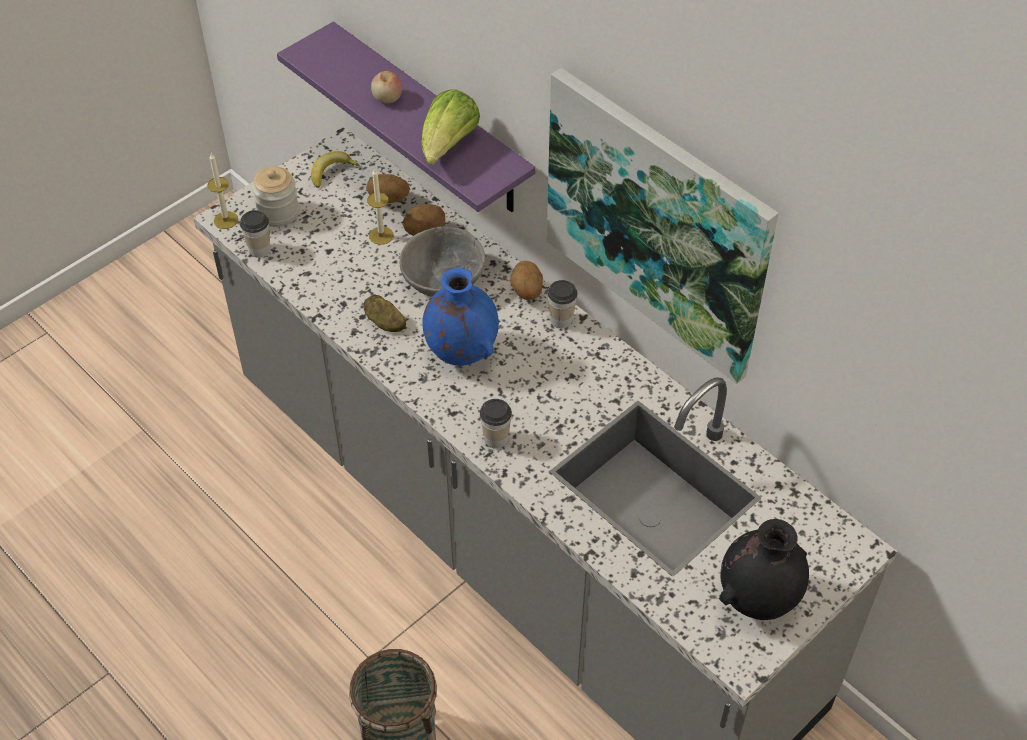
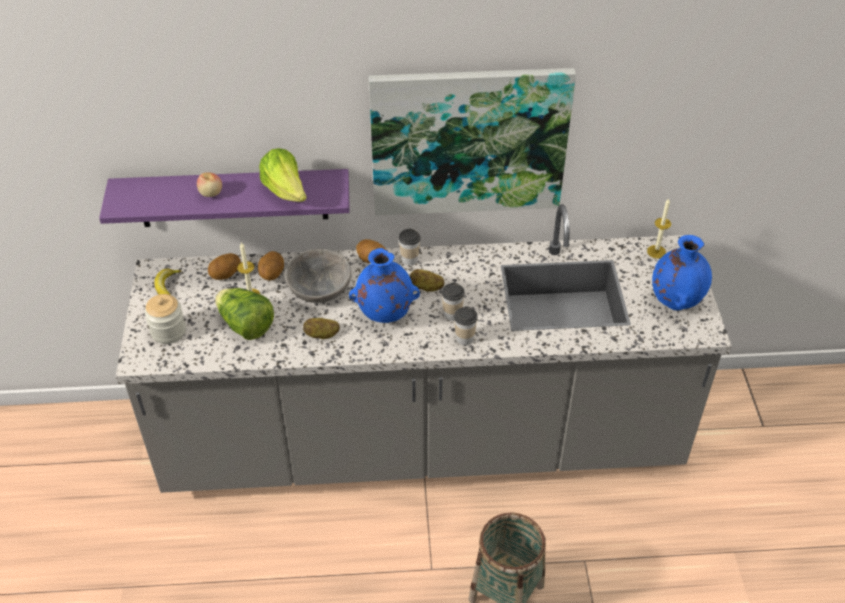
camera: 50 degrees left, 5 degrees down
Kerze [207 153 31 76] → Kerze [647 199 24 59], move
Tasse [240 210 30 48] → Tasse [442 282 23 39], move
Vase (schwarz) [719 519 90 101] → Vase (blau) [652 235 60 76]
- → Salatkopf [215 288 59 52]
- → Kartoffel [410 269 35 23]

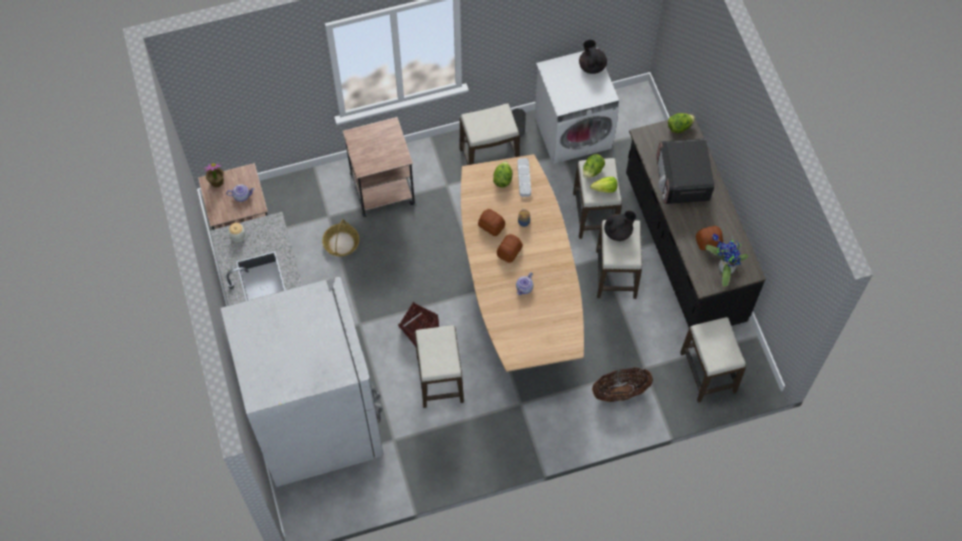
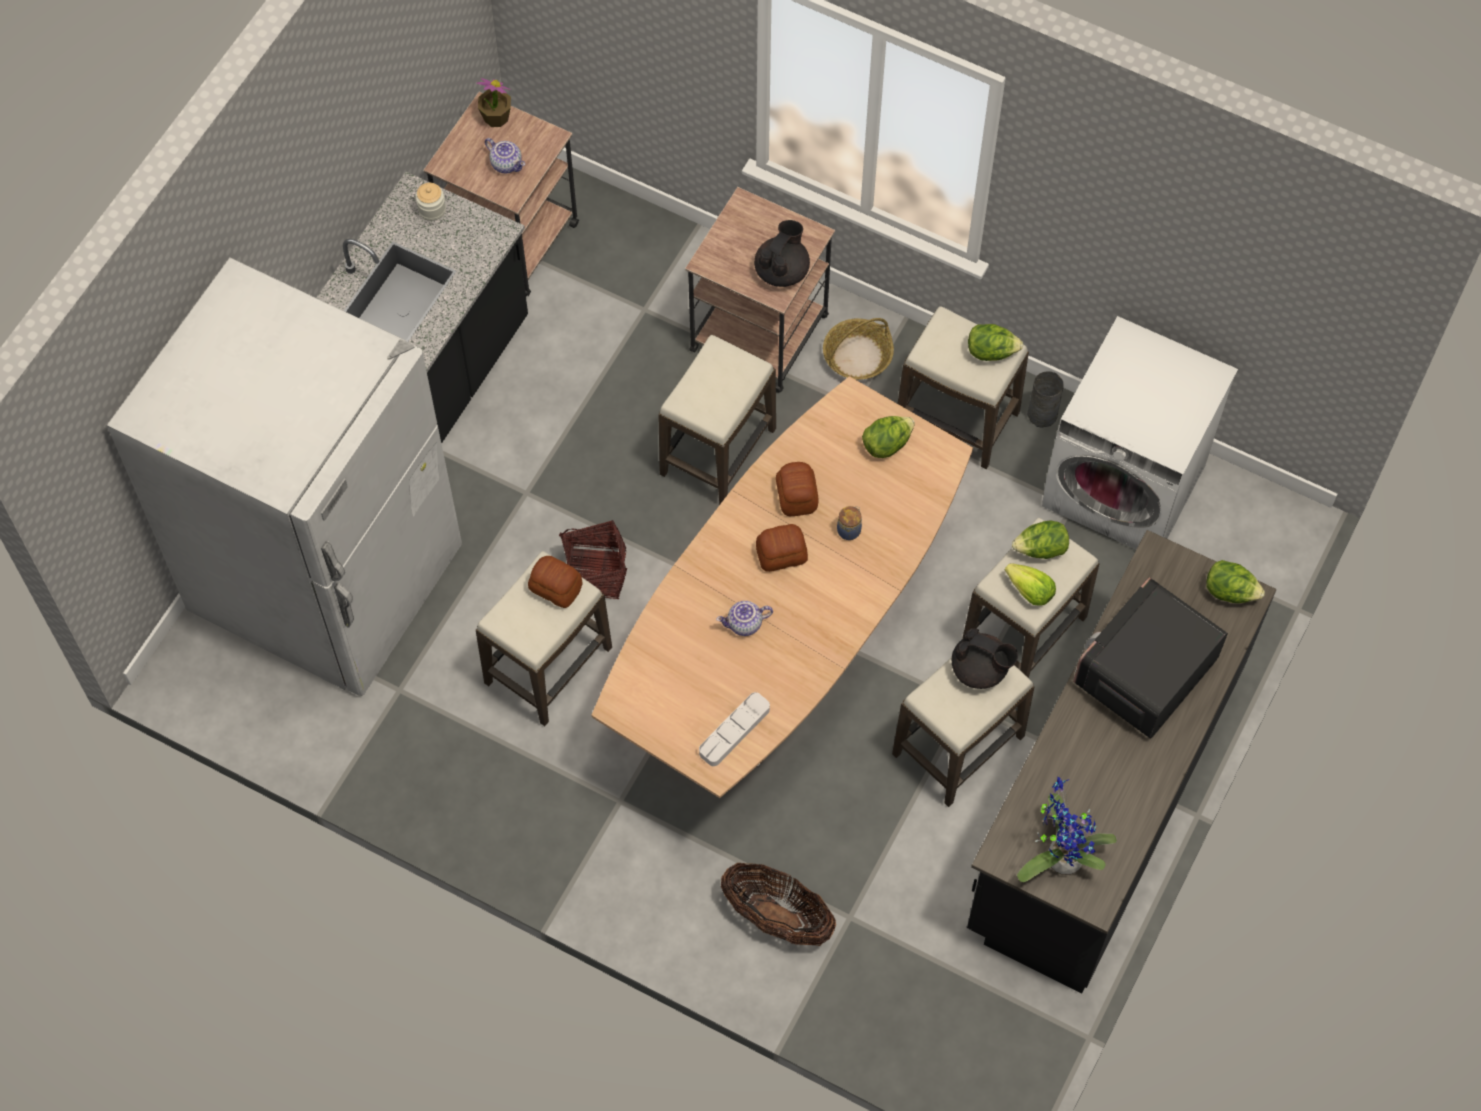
camera: 45 degrees right, 0 degrees up
Korb [322 219 37 37] → Korb [823 318 71 62], move
Tablett (grau) [517 158 14 39] → Tablett (grau) [699 692 71 74], move
Teekanne (schwarz) [579 40 28 34] → Teekanne (schwarz) [754 220 56 67], move
Hocker [680 317 66 86] → Hocker [658 335 118 170], move
Brot [696 226 27 24] → Brot [528 556 54 52], move
- → Salatkopf [968 324 56 37]

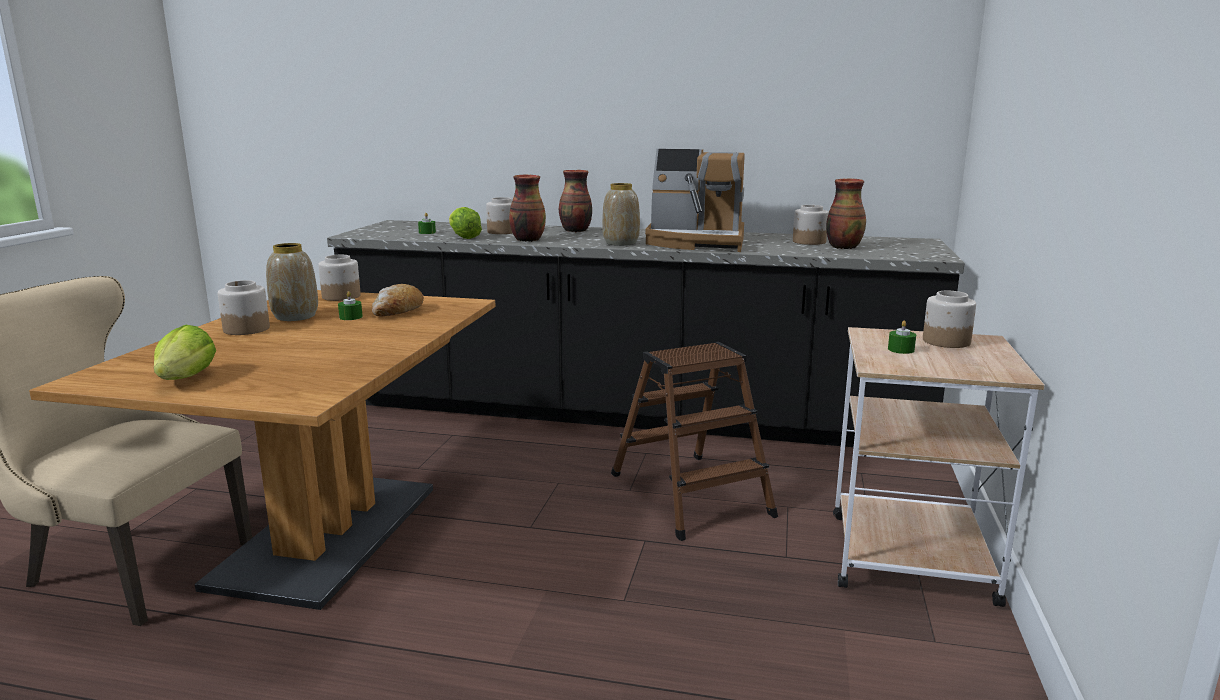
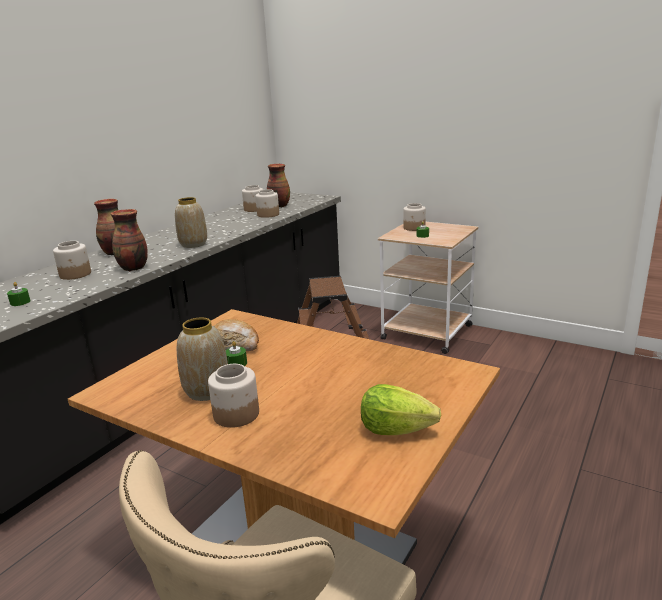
camera: 70 degrees left, 5 degrees up
Vorratsglas [318 255 43 46] → Vorratsglas [255 189 24 29], move
Salatkopf [449 207 33 32] → -
Kaffeemaschine [645 149 100 103] → -

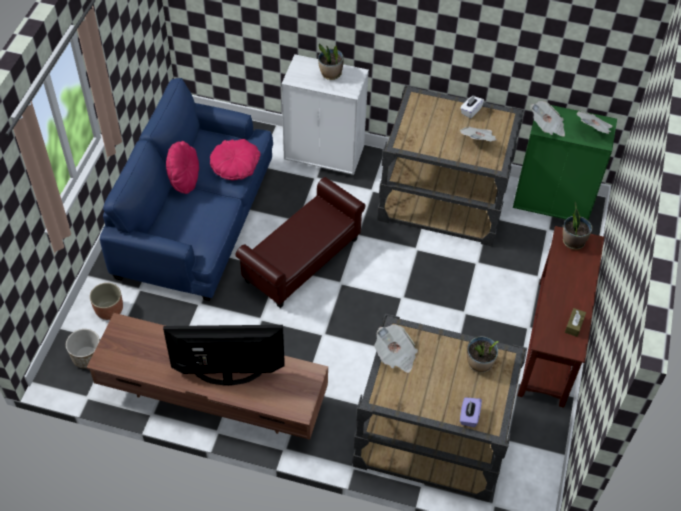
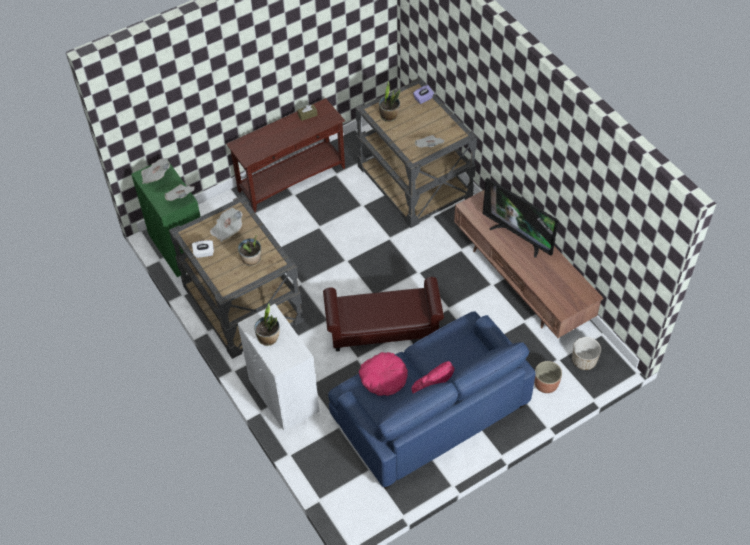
camera: 135 degrees left, 0 degrees up
Topfpflanze [563 202 29 48] → Topfpflanze [238 235 24 31], move

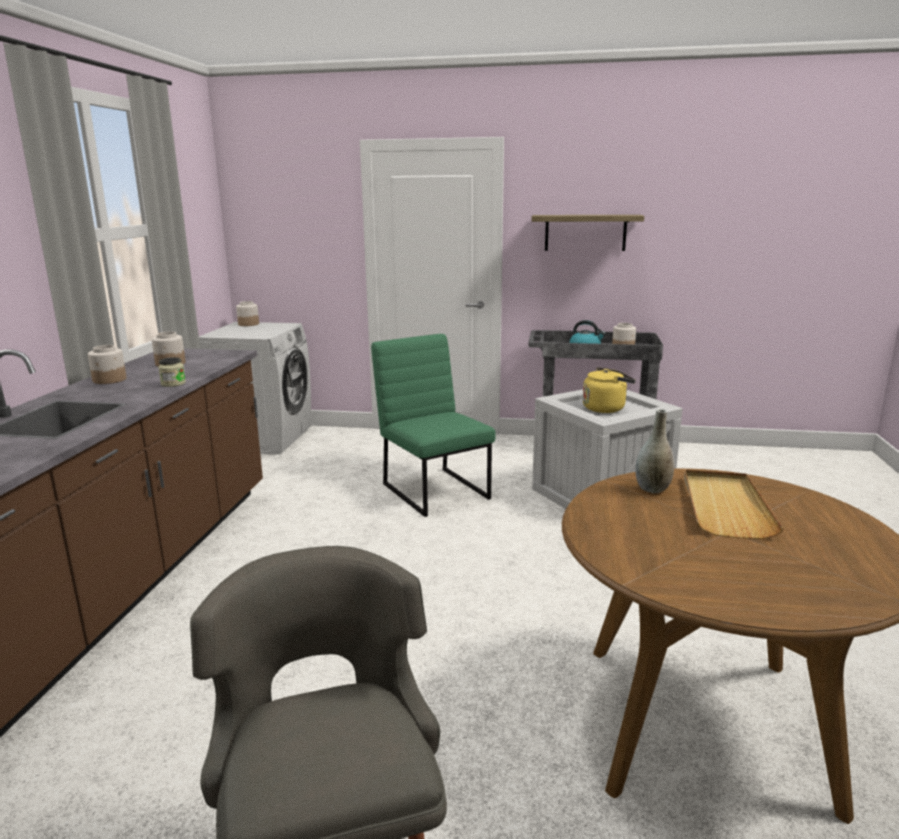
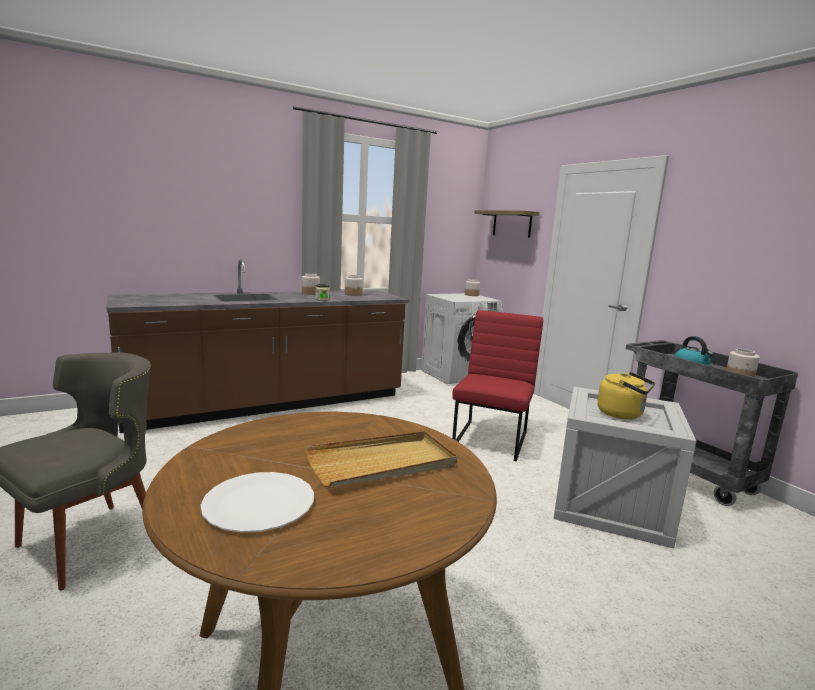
camera: 50 degrees right, 5 degrees down
Stuhl (grün) [371 334 125 183] → Stuhl (rot) [452 310 91 152]
Wandregal [531 215 113 36] → Wandregal [474 210 66 28], move
Vase (grau) [635 409 39 84] → -
- → Teller (weiß) [201 472 113 61]

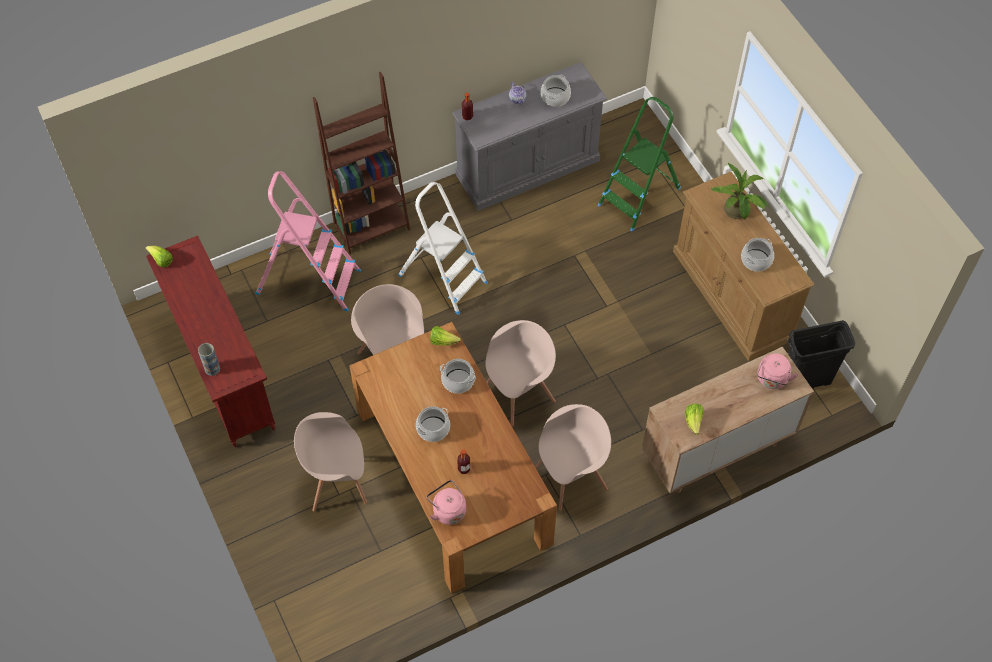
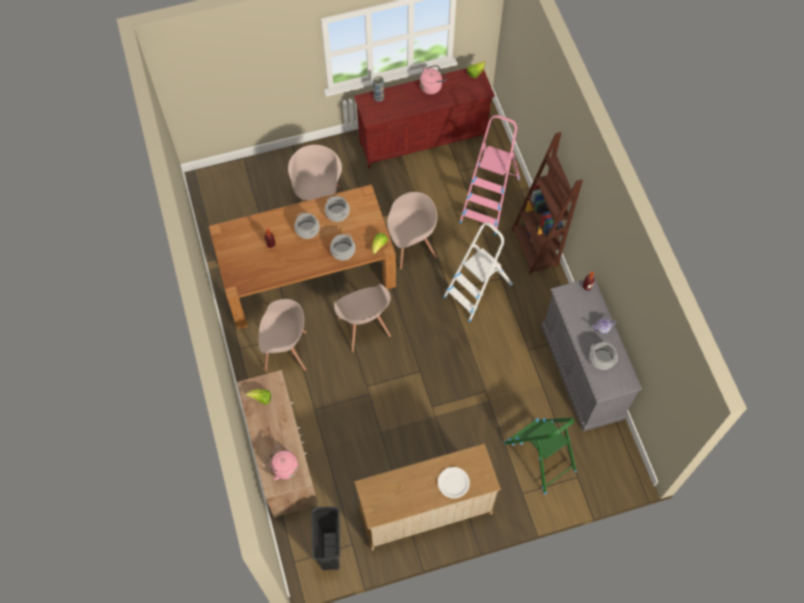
camera: 100 degrees right, 5 degrees up
Wasserkessel (rosa) [427 480 39 45] → Wasserkessel (rosa) [420 65 26 29], move
Stuhl (beige) [535 404 76 107] → Stuhl (beige) [258 299 49 72], 75 degrees counterclockwise
Topfpflanze [711 163 58 56] → Teller (weiß) [438 467 32 31]
Kochtopf [741 238 33 34] → Kochtopf [325 196 25 26], move

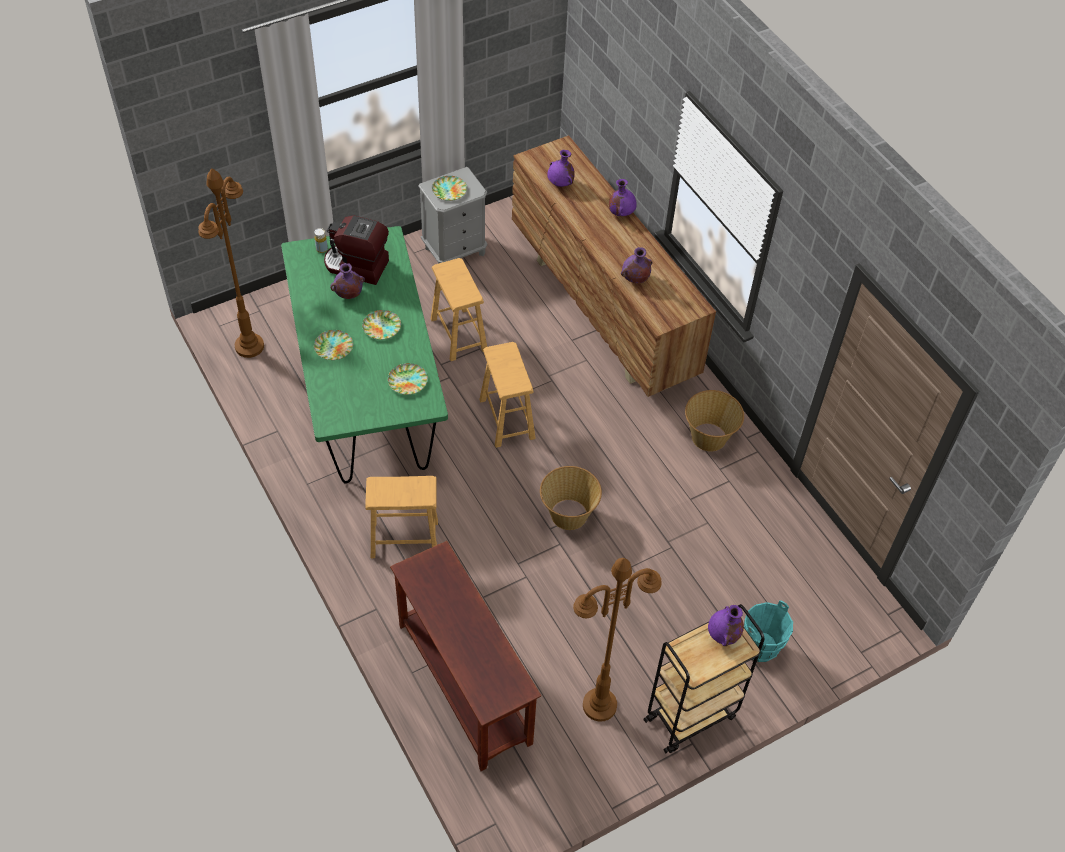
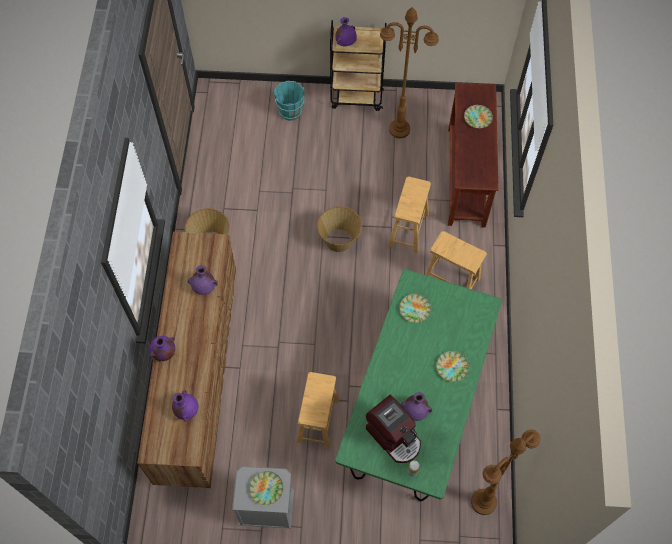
camera: 145 degrees left, 10 degrees up
Teller [362 310 39 30] → Teller [464 105 29 23], move
Hocker (braun) [479 342 57 106] → Hocker (braun) [388 176 43 77], move

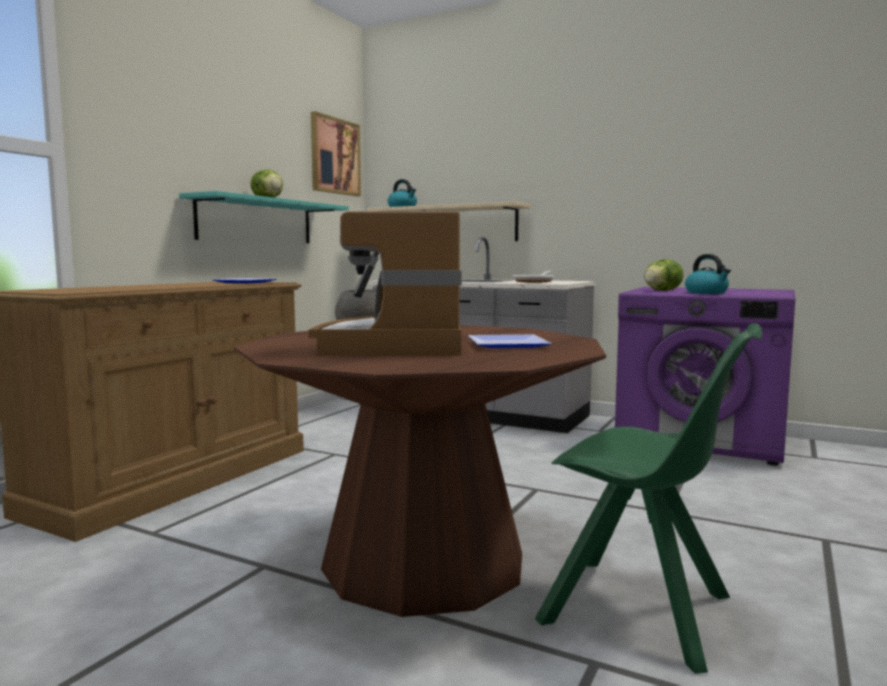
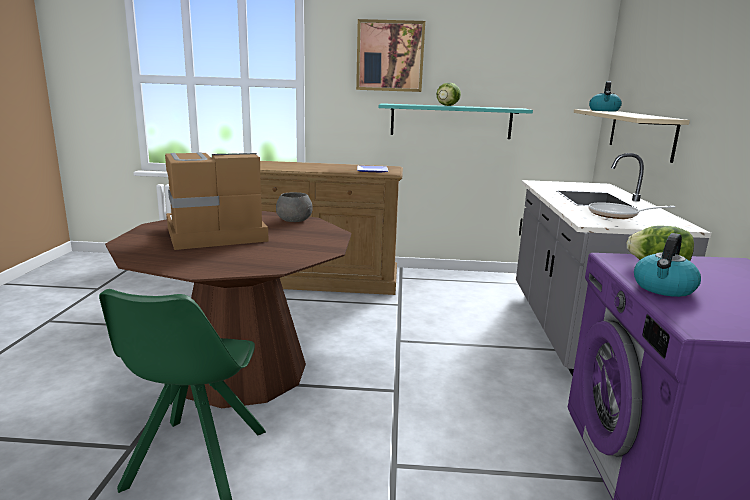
camera: 65 degrees right, 10 degrees up
Bild [311 111 50 85] → Bild [356 19 69 73], move
Teller [469 334 83 14] → -

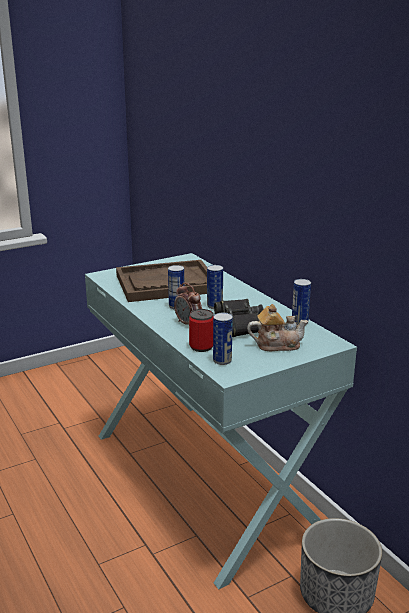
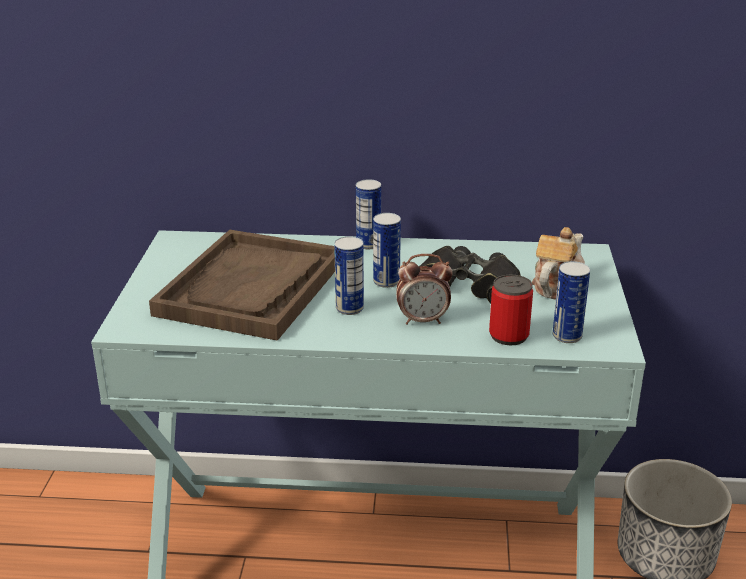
camera: 55 degrees left, 5 degrees up
Dose [292 279 19 46] → Dose [356 179 25 70], move

